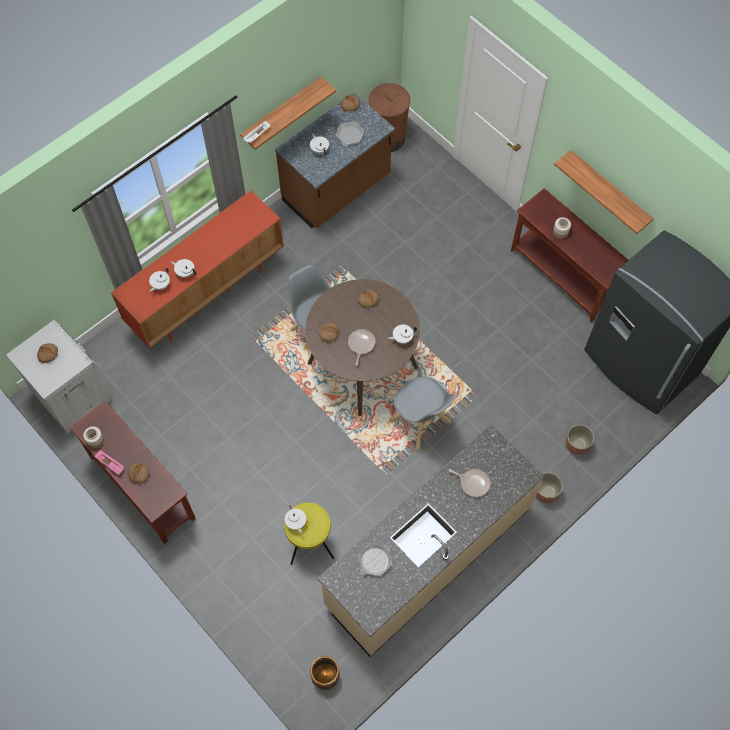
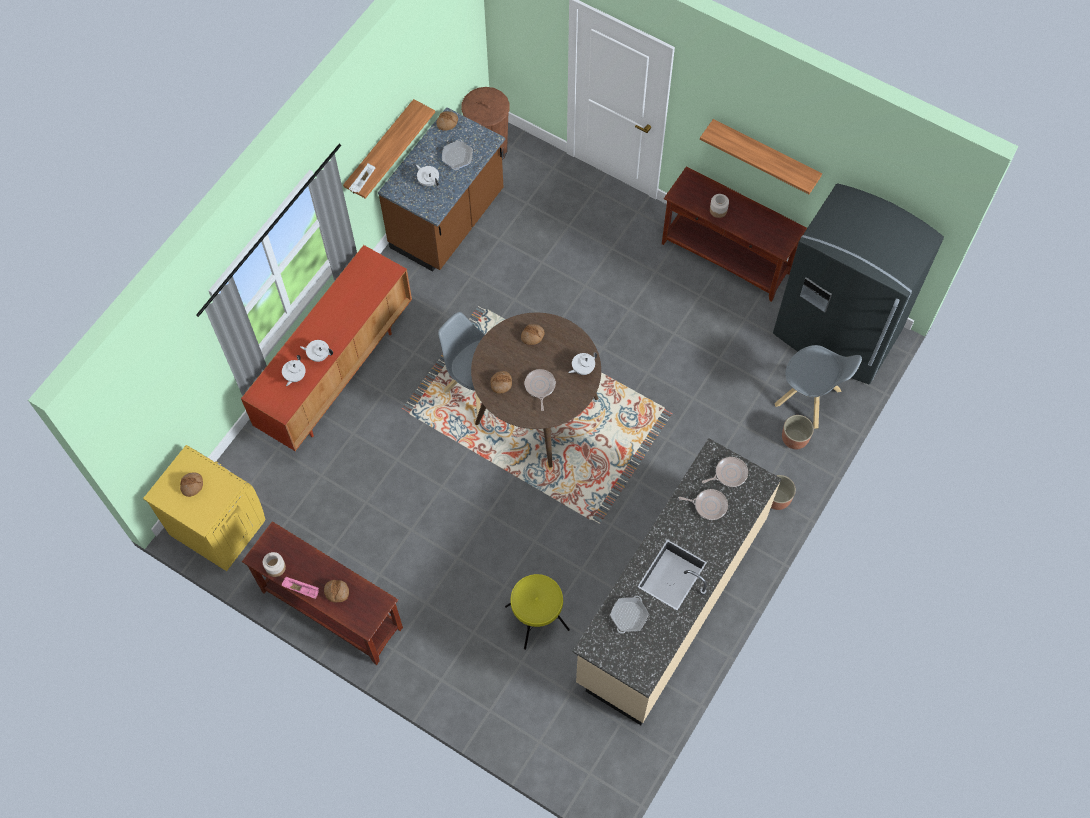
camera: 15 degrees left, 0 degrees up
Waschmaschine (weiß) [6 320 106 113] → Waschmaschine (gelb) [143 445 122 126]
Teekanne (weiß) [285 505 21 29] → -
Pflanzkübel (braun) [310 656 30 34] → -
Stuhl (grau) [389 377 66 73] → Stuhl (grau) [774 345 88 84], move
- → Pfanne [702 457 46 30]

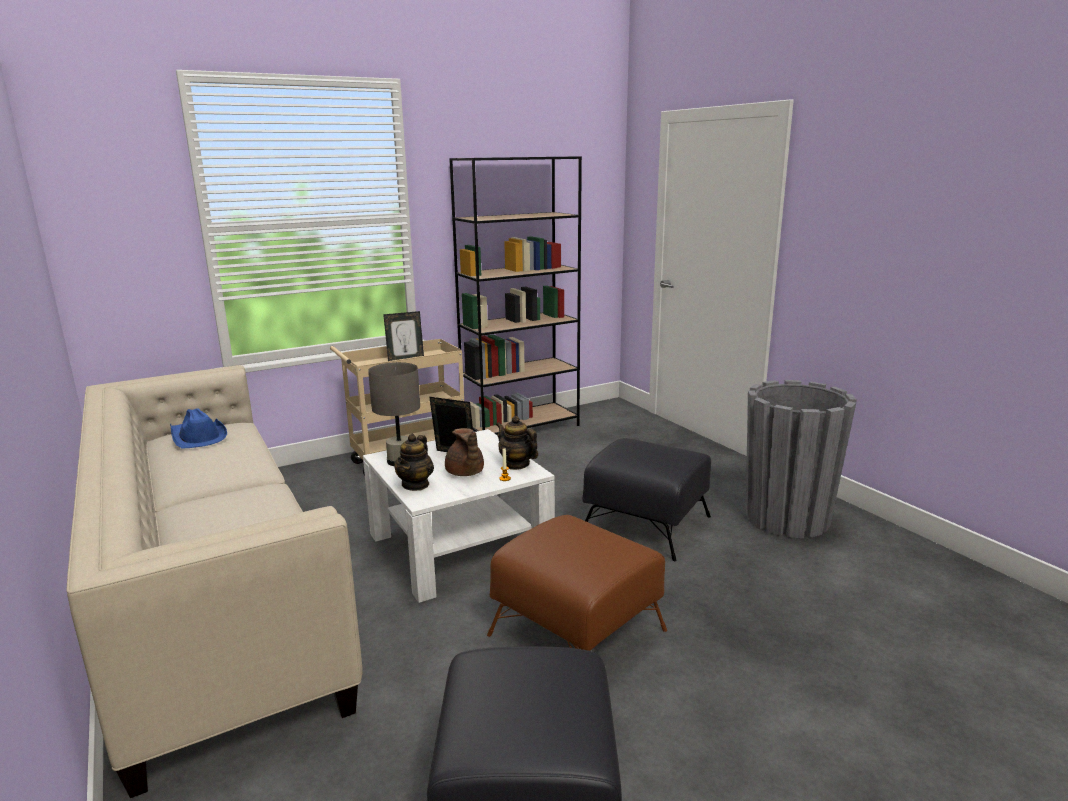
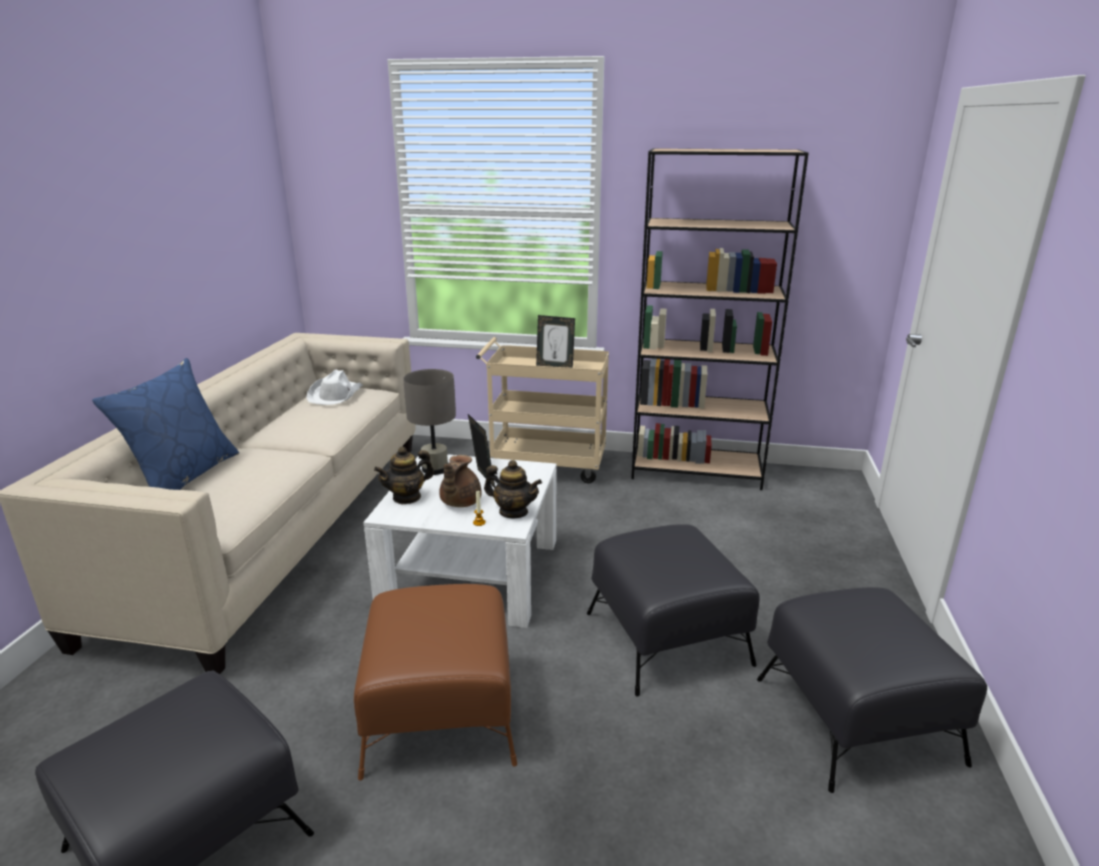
camera: 40 degrees right, 5 degrees up
Hut (blau) [170 408 57 40] → Hut (weiß) [306 370 57 35]
Teekanne [496 416 42 54] → Teekanne [484 460 58 58], 120 degrees clockwise
Pflanzkübel (grau) [746 380 111 158] → Polsterhocker (schwarz) [757 587 230 206]
- → Kissen (blau) [92 358 147 132]

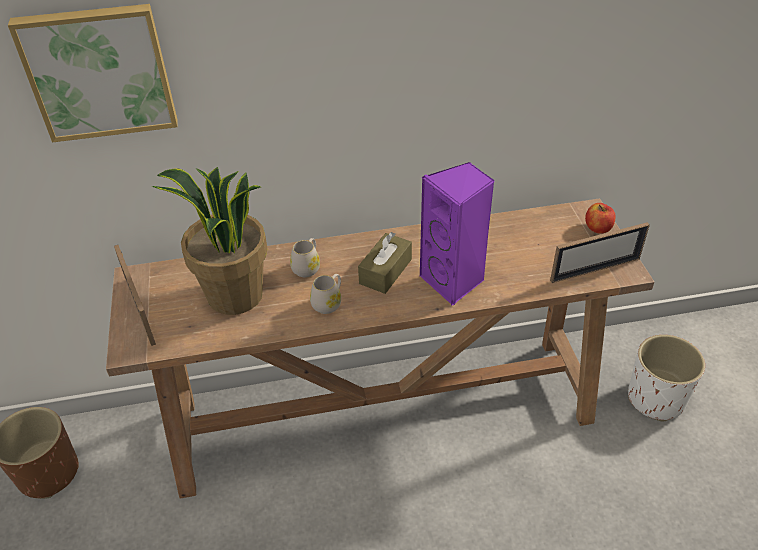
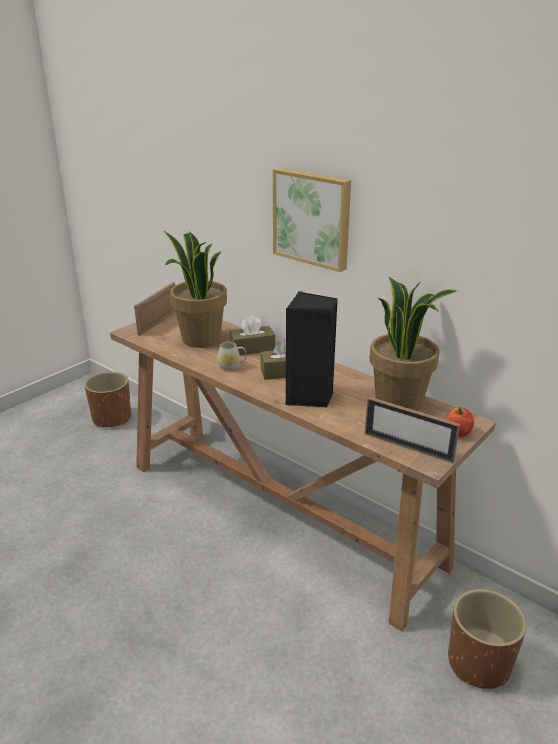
camera: 50 degrees right, 15 degrees down
Bild [8 4 169 138] → Bild [273 168 78 104], move
Henkelbecher (weiß) [290 238 30 39] → Taschentuchbox (braun) [230 315 45 40]
Lautsprecher (lila) [420 162 75 144] → Lautsprecher (schwarz) [286 291 52 116]
Pflanzkübel (weiß) [628 335 77 86] → Pflanzkübel (braun) [448 589 79 100]
- → Topfpflanze [370 277 87 134]

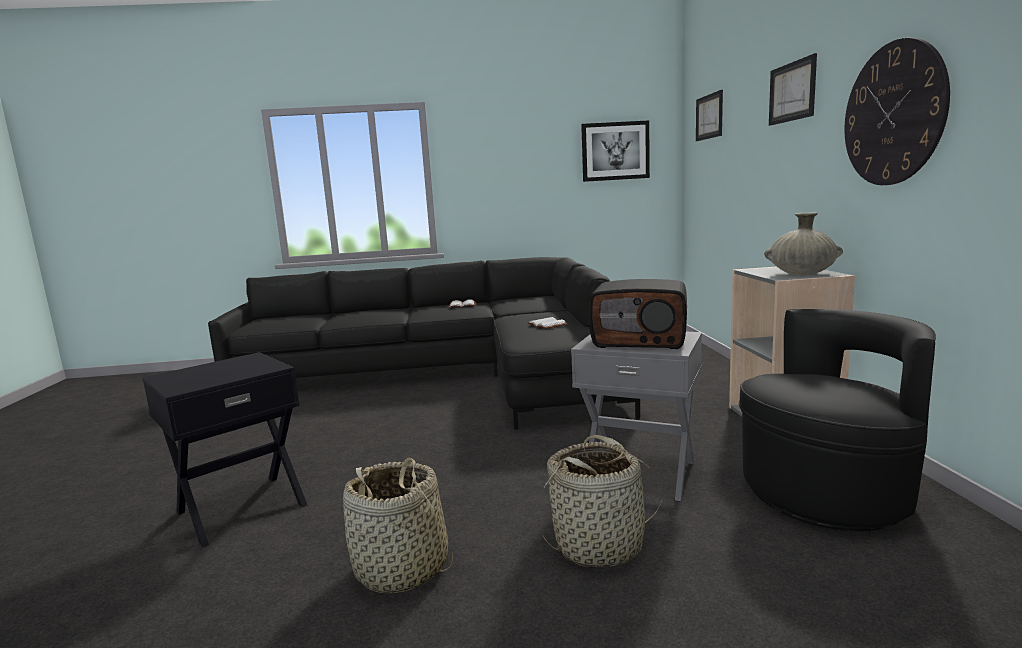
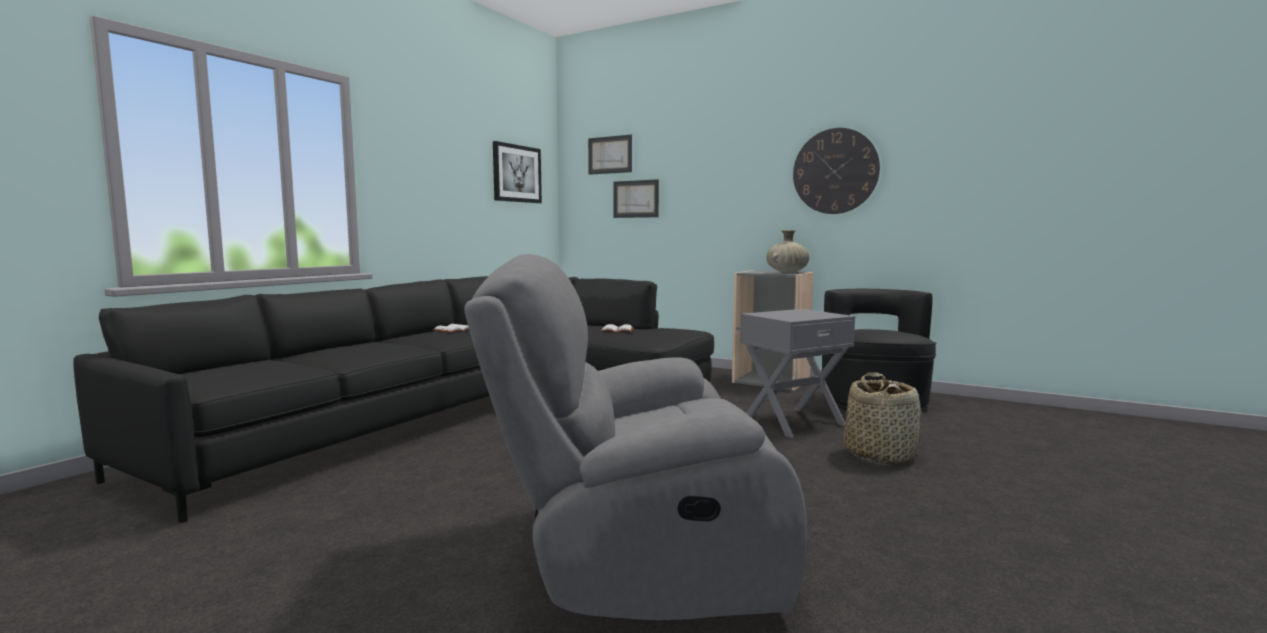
camera: 55 degrees left, 5 degrees down
Beistelltisch (schwarz) [142 352 166 195] → Sessel (grau) [464 254 343 366]
Korb [343 458 110 136] → -
Radio [588 279 99 70] → -
Bild [769 53 48 73] → Bild [613 179 46 39], move

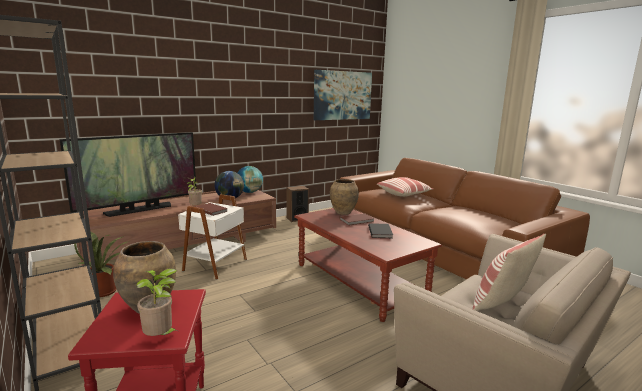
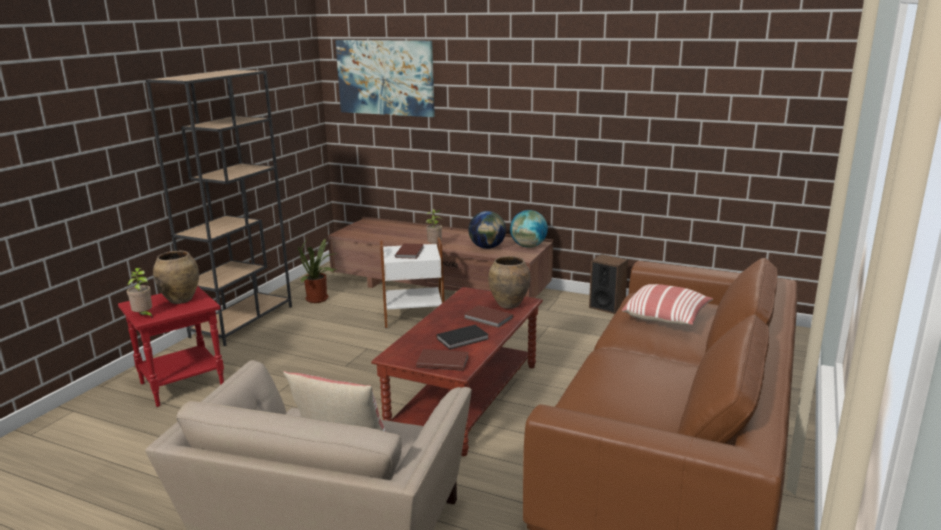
camera: 60 degrees right, 5 degrees up
Fernseher [60 132 136 85] → -
Bild [314 70 58 50] → Bild [335 40 100 77], move
- → Buch (braun) [416 349 53 22]

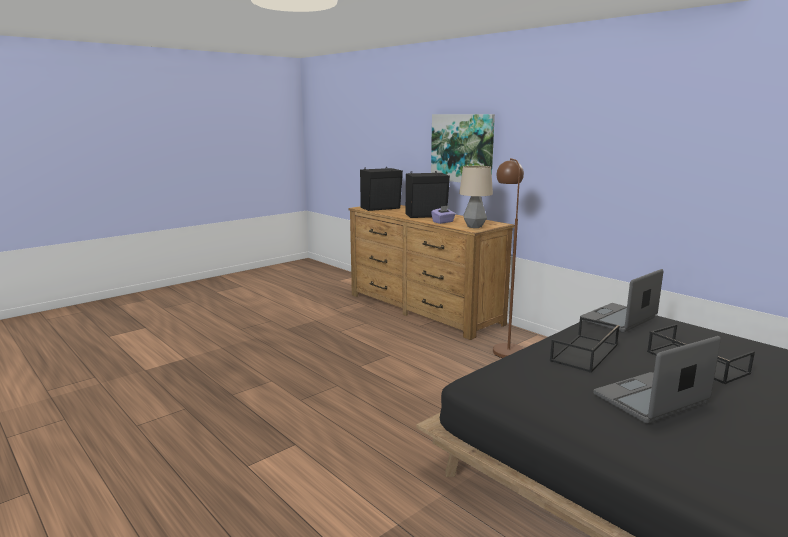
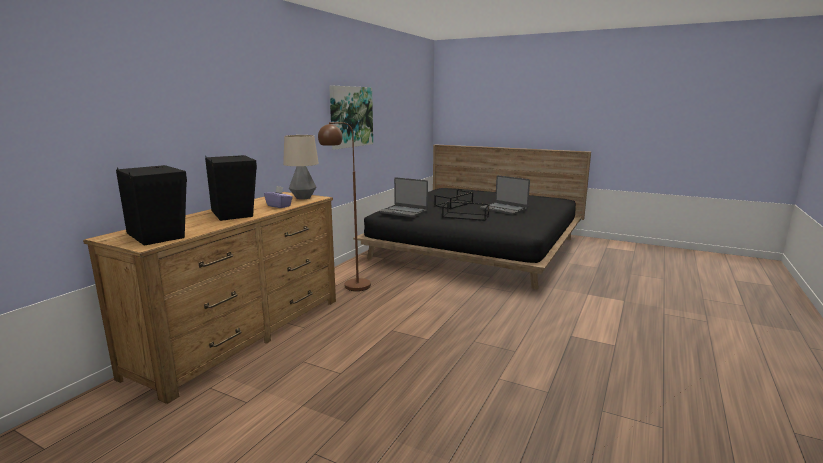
camera: 110 degrees left, 0 degrees up
Bild [431 114 64 69] → Bild [329 86 44 64], move

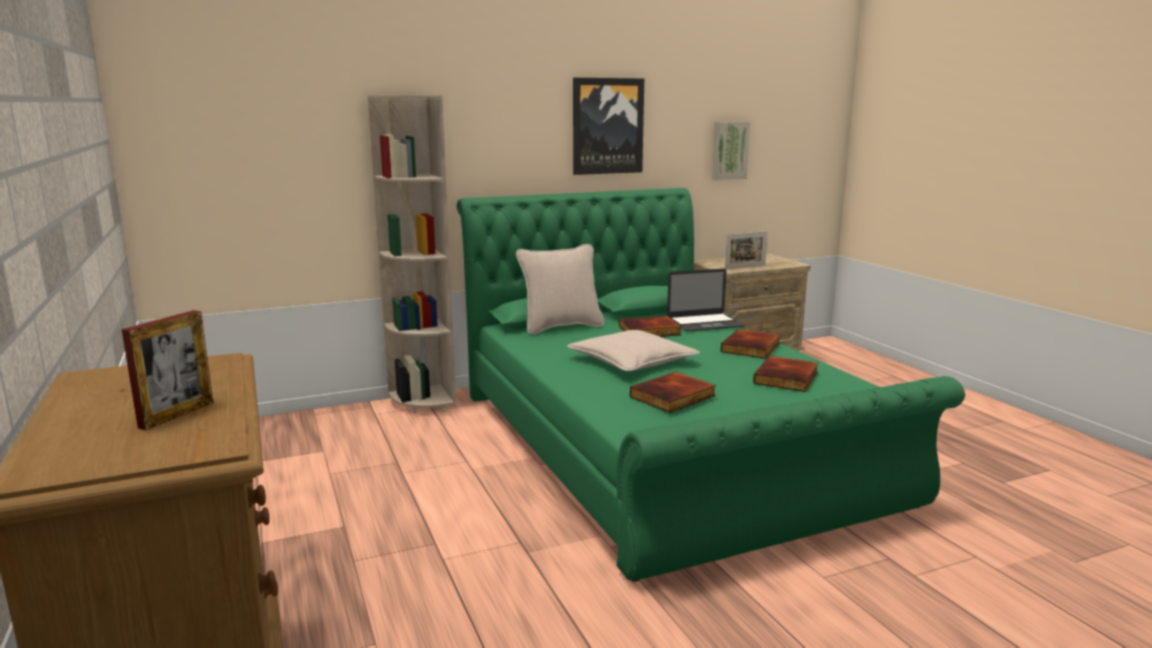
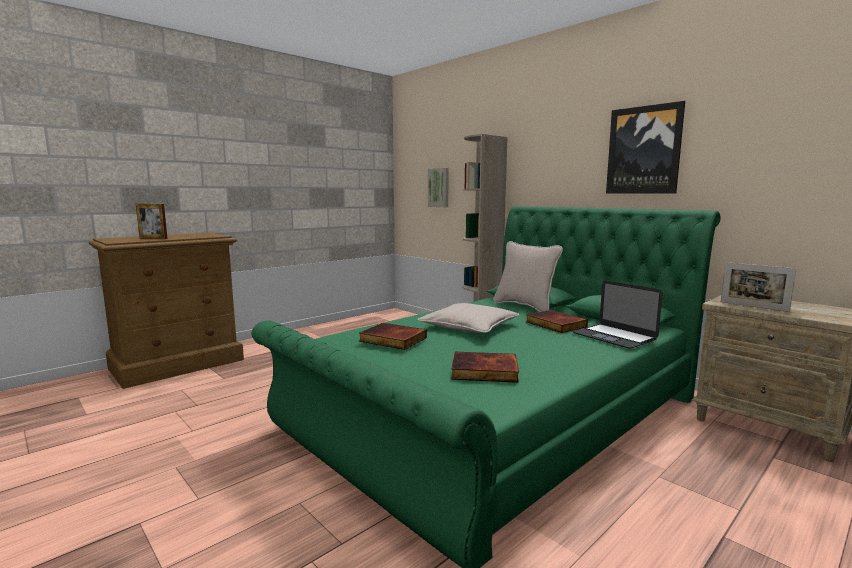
camera: 70 degrees right, 5 degrees down
Bild [712 122 38 58] → Bild [428 168 21 39], move
Buch [721 329 59 30] → -

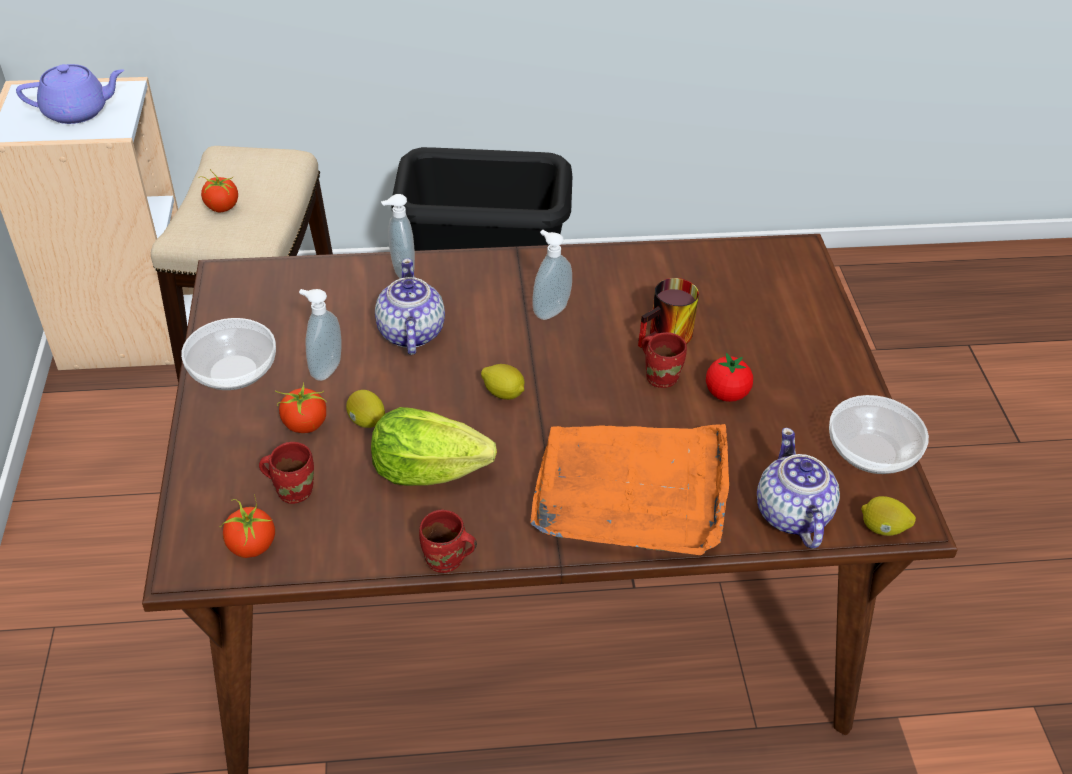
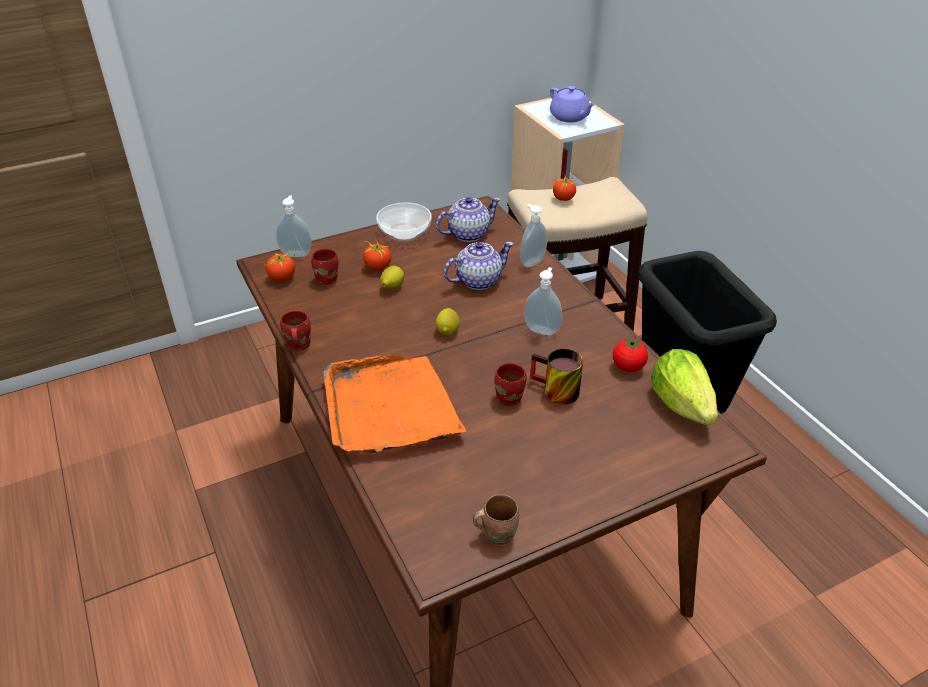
camera: 70 degrees right, 5 degrees down
Seifenspender [299 289 42 92] → Seifenspender [276 195 36 62], move
Salatkopf [371 407 126 79] → Salatkopf [651 349 67 76], move
Tomate [706 353 47 49] → Tomate [613 337 35 35], move
Teekanne [757 428 83 121] → Teekanne [436 197 65 45], move
Schüssel [829 395 100 79] → Henkelbecher (braun) [473 494 46 52]
Zitrone [861 496 55 40] → -

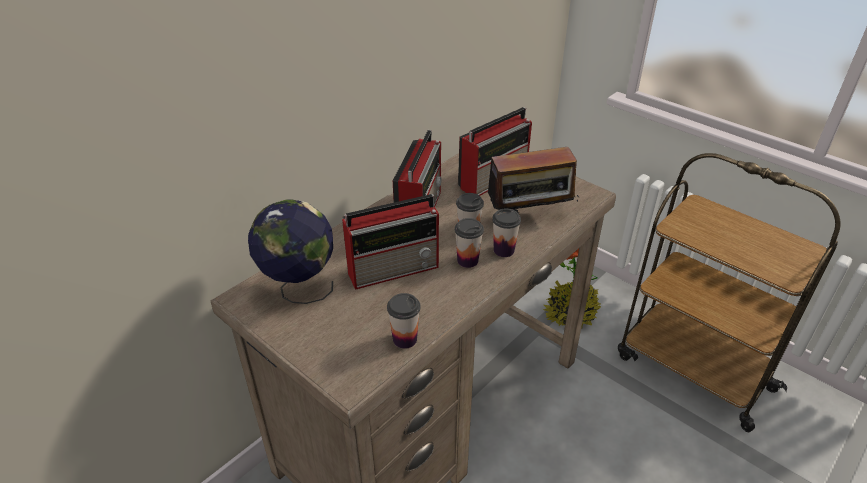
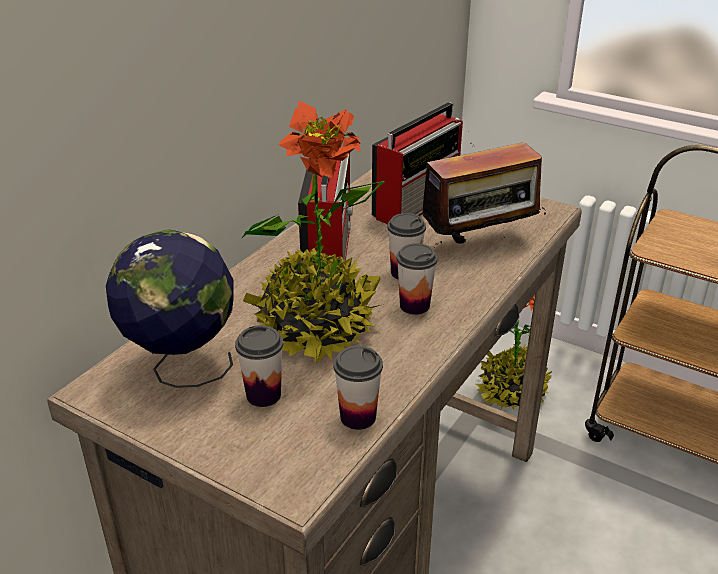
camera: 10 degrees left, 5 degrees down
Radio [342 194 97 96] → Topfpflanze [241 100 144 265]
Tasse [492 208 29 49] → Tasse [235 325 49 82], move

